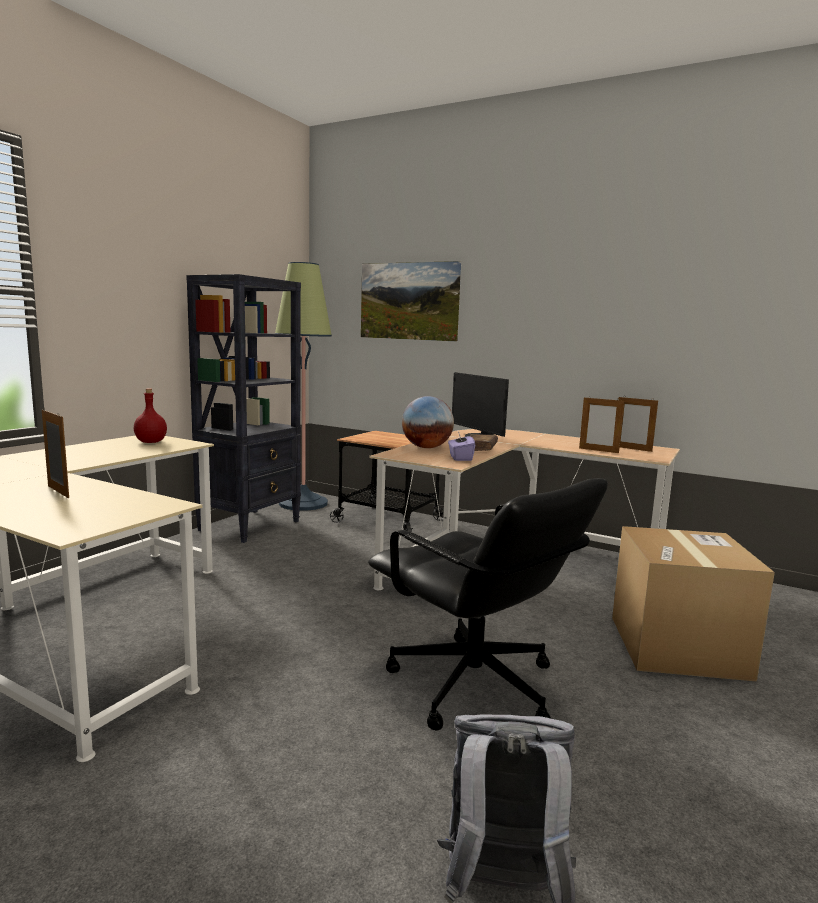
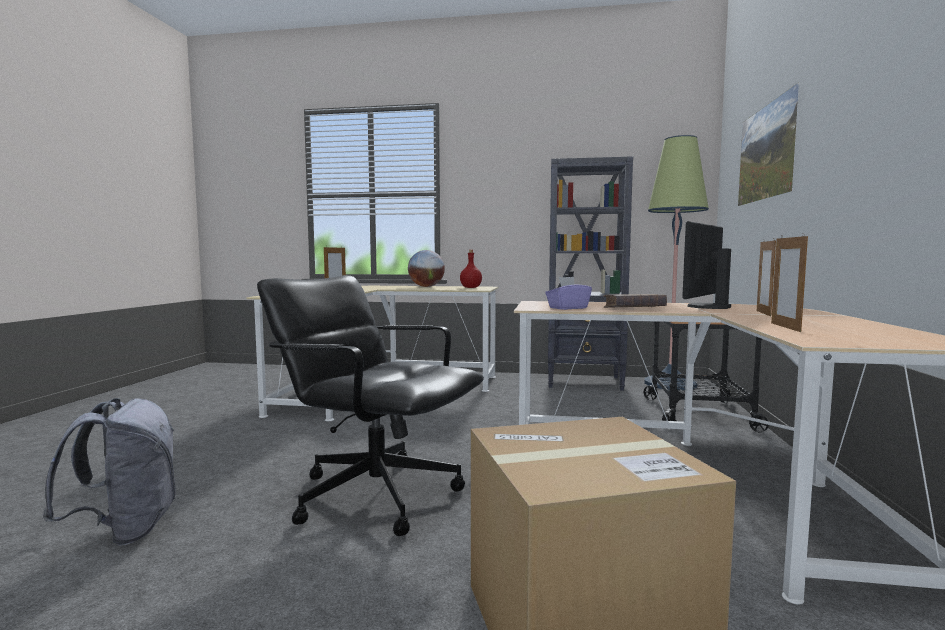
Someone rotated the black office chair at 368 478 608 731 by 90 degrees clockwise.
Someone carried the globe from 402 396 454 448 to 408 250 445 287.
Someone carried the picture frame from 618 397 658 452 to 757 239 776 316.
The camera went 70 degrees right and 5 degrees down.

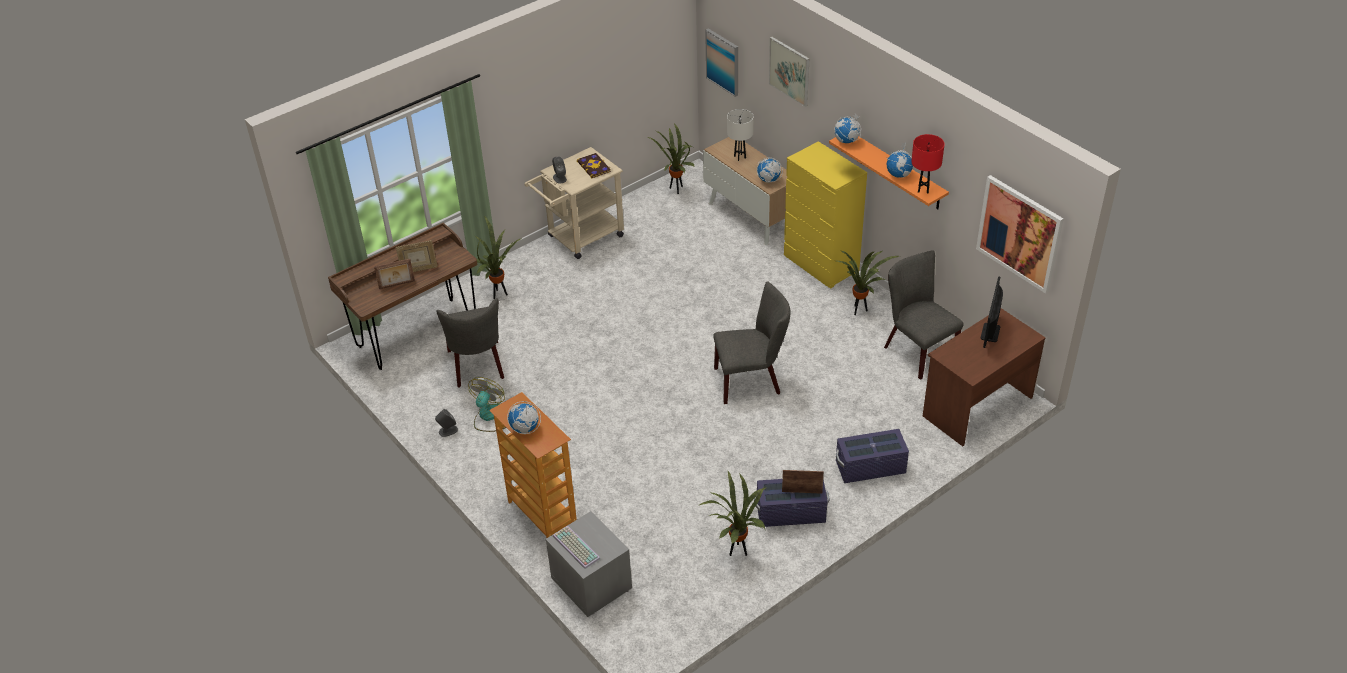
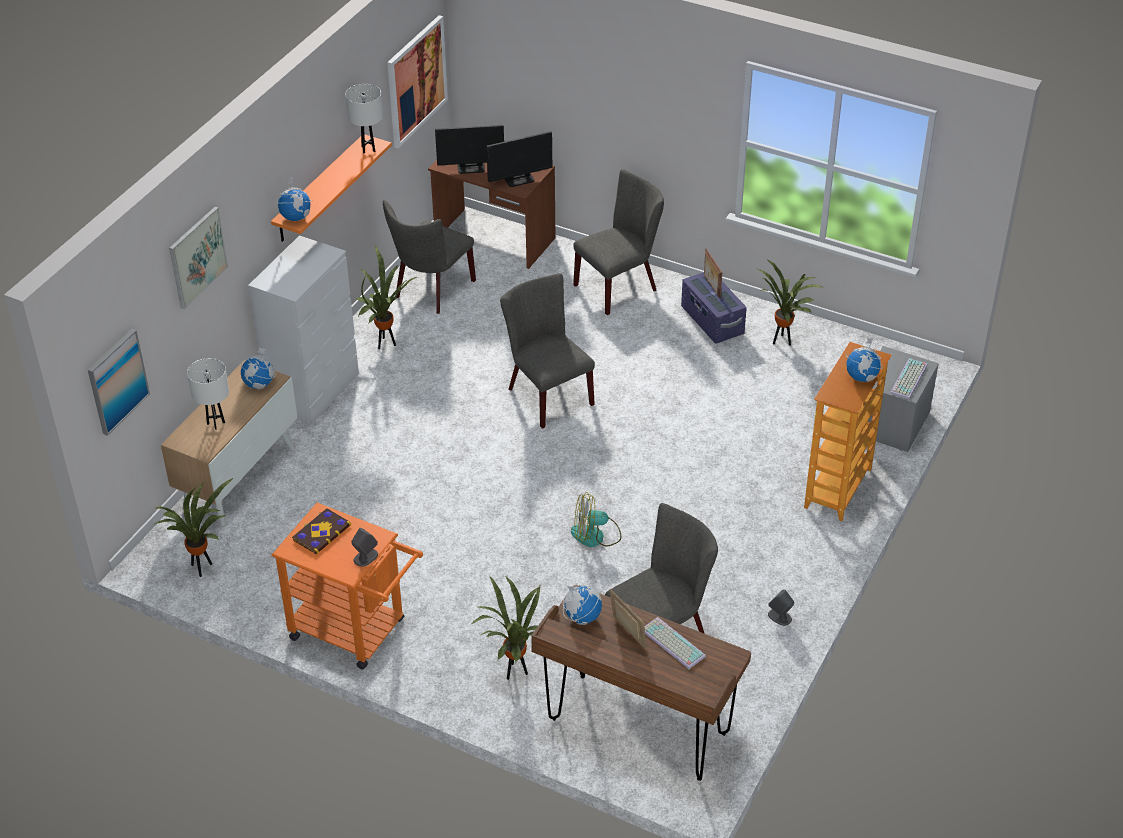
Someone repainted the yellow dresser at 784 141 867 288, which became the white dresser at 248 235 359 425.
Someone repainted the beige cart at 525 147 624 259, which became the orange cart at 271 503 423 670.
Someone repainted the red table lamp at 911 134 945 193, which became the white table lamp at 345 84 383 154.
Someone put down the monitor at 486 131 552 187.
Someone carried the globe from 886 143 913 178 to 563 585 602 625.
Someone carried the fan from 468 377 506 432 to 571 492 621 547.
Someone swapped the purple storage box at 836 429 909 483 for the grey chair at 573 169 664 315.
Someone swapped the picture frame at 374 259 415 289 for the keyboard at 644 617 706 669.
The camera went 115 degrees left and 0 degrees up.

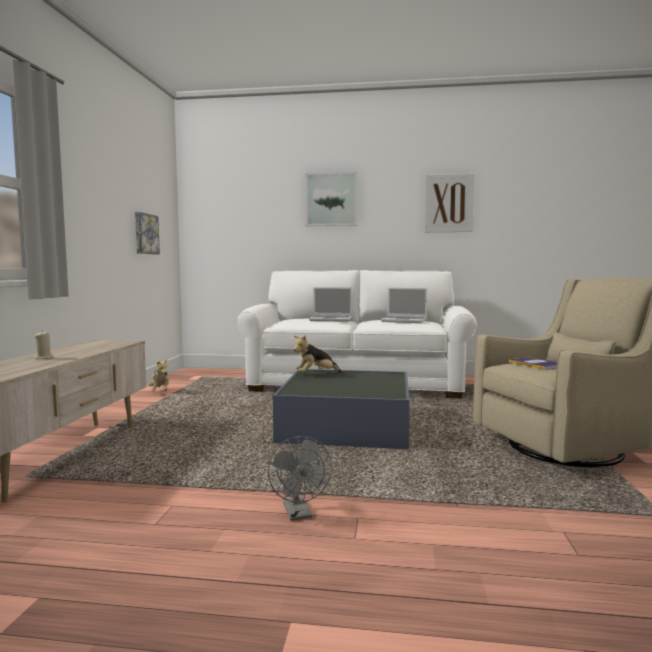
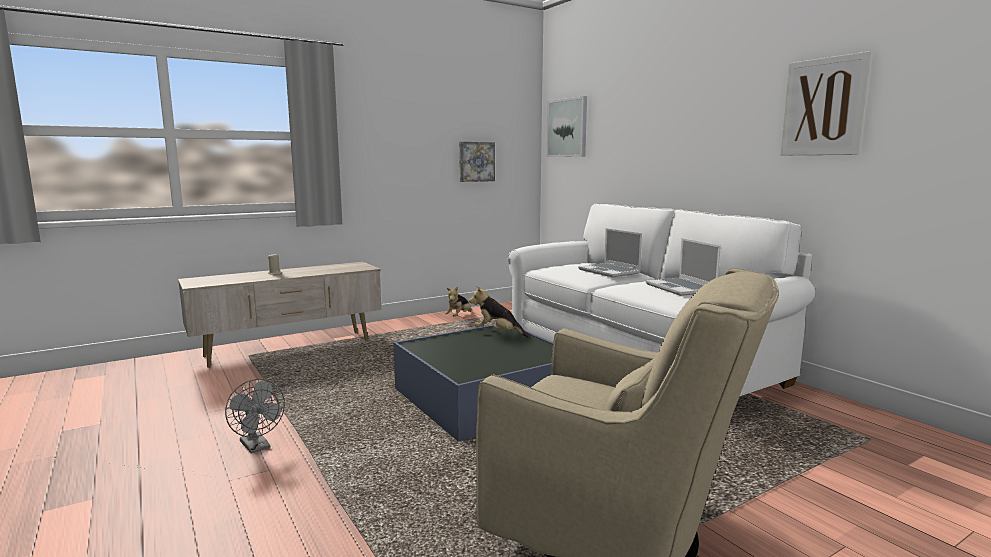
Someone rotated the grey fan at 268 436 332 521 by 75 degrees counterclockwise.
Someone carried the picture from 305 172 358 226 to 547 96 587 157.
Someone took away the book at 509 357 557 370.
The camera went 50 degrees right and 5 degrees up.

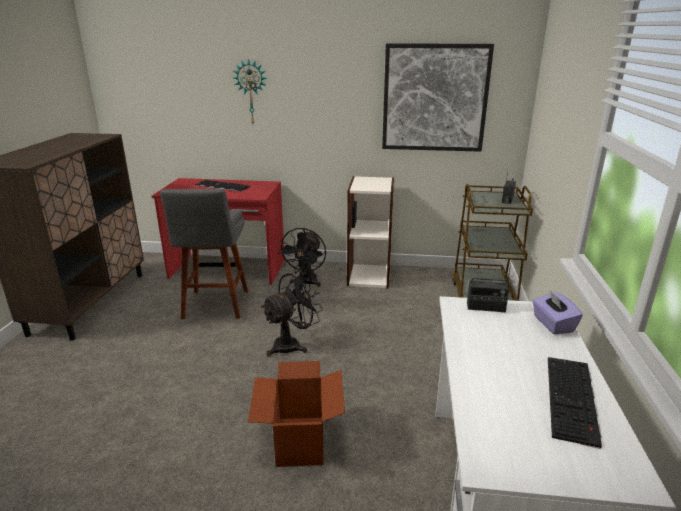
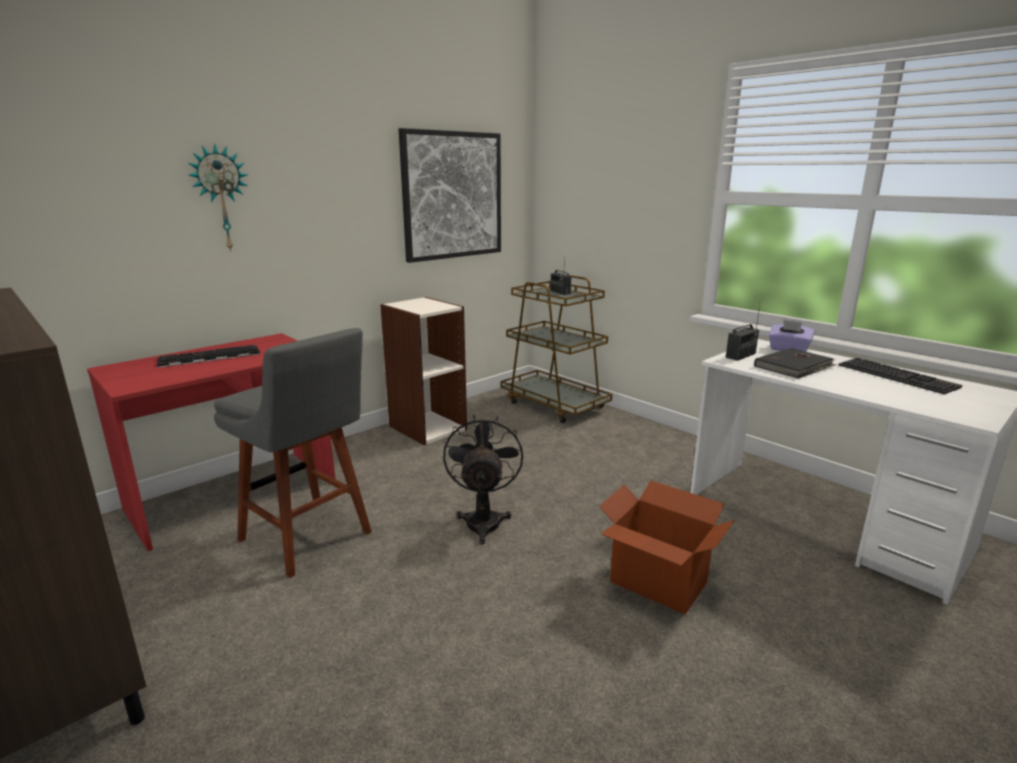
Someone put down the black book at 754 348 837 378.
Someone took away the black fan at 278 228 326 287.
The camera went 50 degrees left and 5 degrees down.

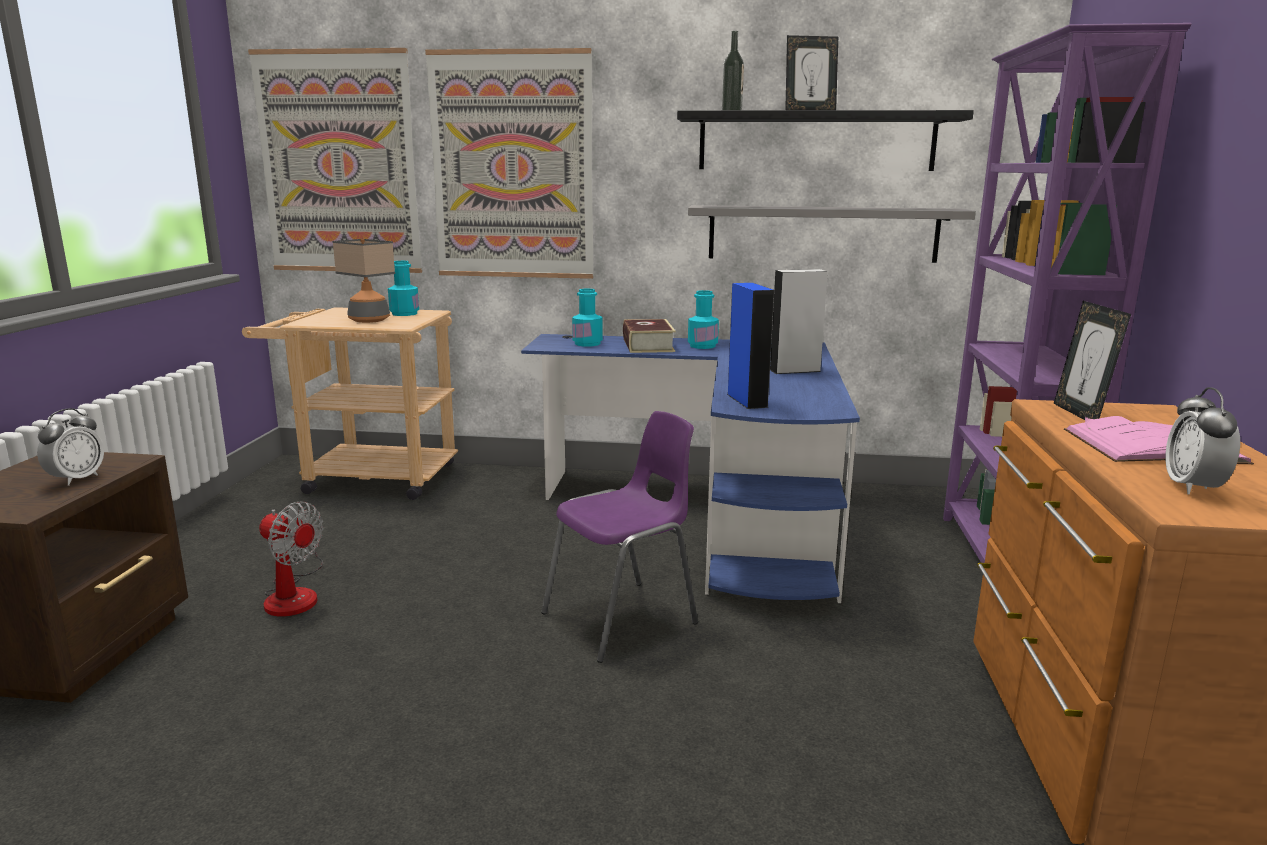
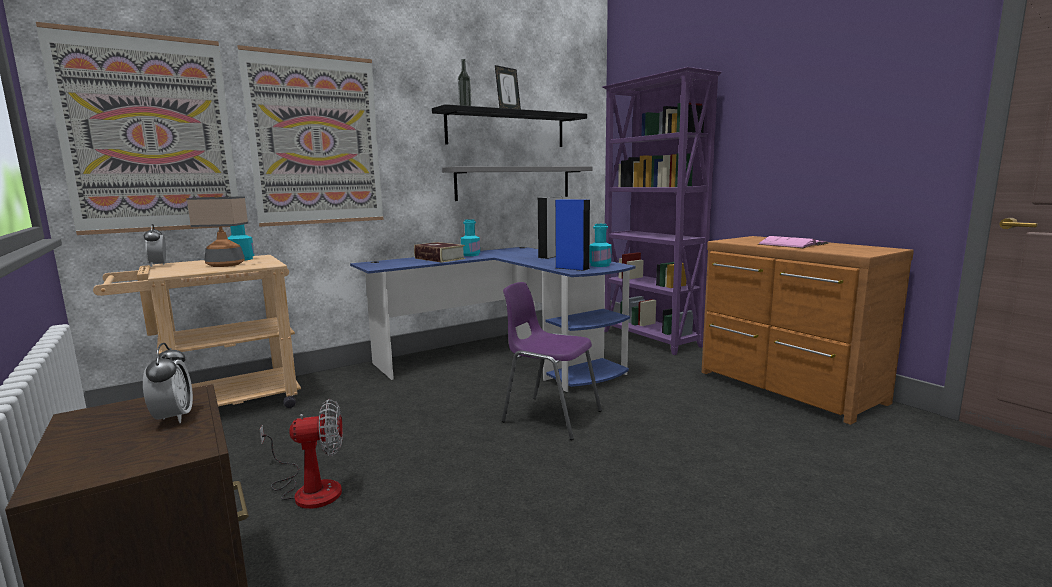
Someone carried the alarm clock from 1165 387 1240 494 to 144 224 166 267.
Someone rotated the purple chair at 541 411 698 663 by 75 degrees counterclockwise.
Someone carried the turquoise bottle from 572 289 603 347 to 590 224 612 267.
Someone took away the picture frame at 1054 301 1131 420.
The camera went 40 degrees left and 5 degrees down.

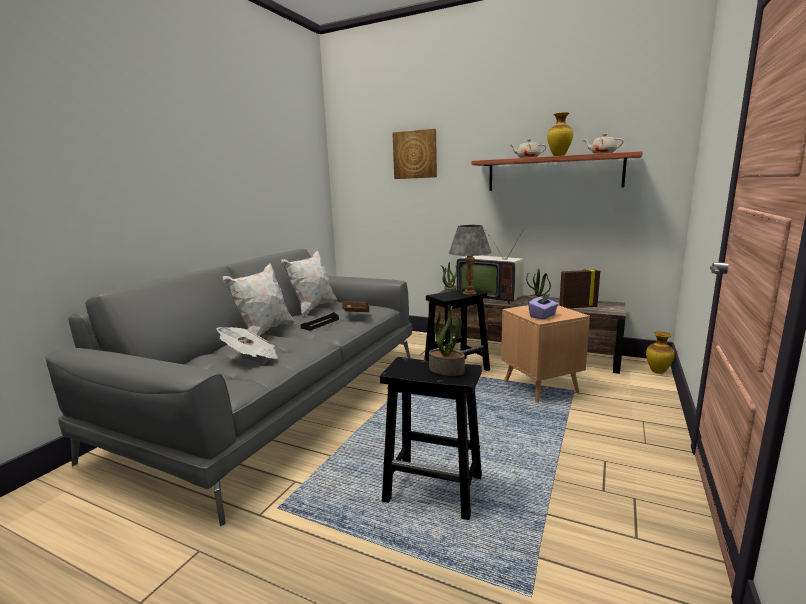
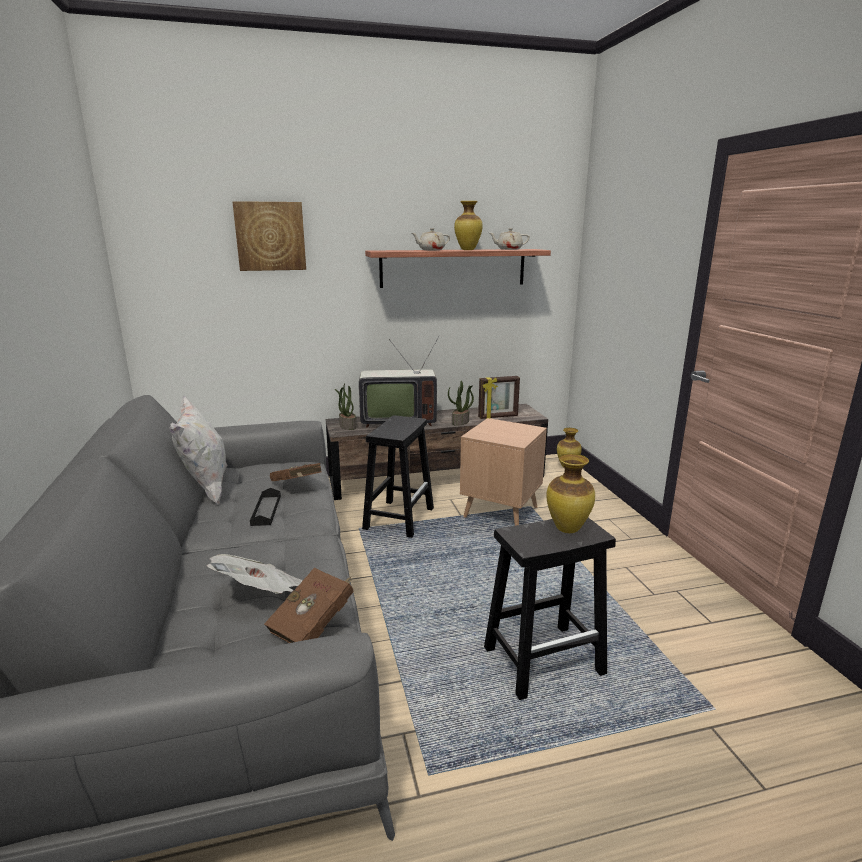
Someone put down the brown book at 264 568 354 643.
Someone rotated the picture frame at 559 268 600 308 by 150 degrees counterclockwise.
Someone swapped the potted plant at 429 305 465 376 for the vase at 546 453 595 533.
Someone took away the white pillow at 223 263 295 336.
Someone took away the grey table lamp at 449 225 492 295.
Someone took away the purple tissue box at 528 293 559 320.
The camera went 40 degrees left and 5 degrees up.

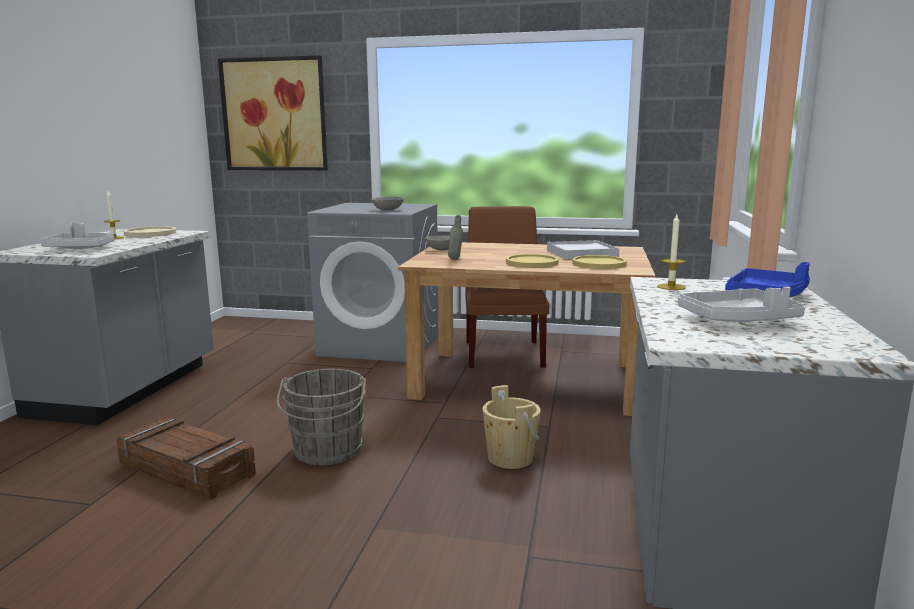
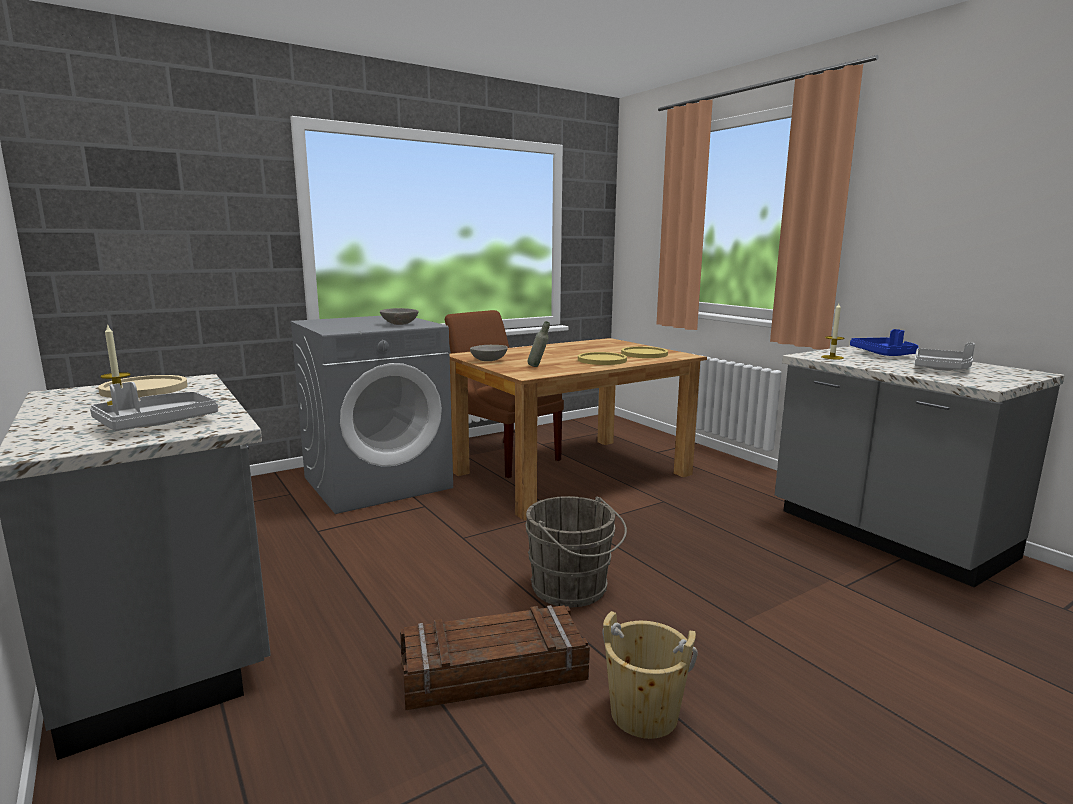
Someone carried the beige bucket from 482 385 541 469 to 602 611 698 739.
Someone took away the picture at 218 55 328 170.
Someone took away the white tray at 547 240 619 259.
The camera went 45 degrees left and 0 degrees up.

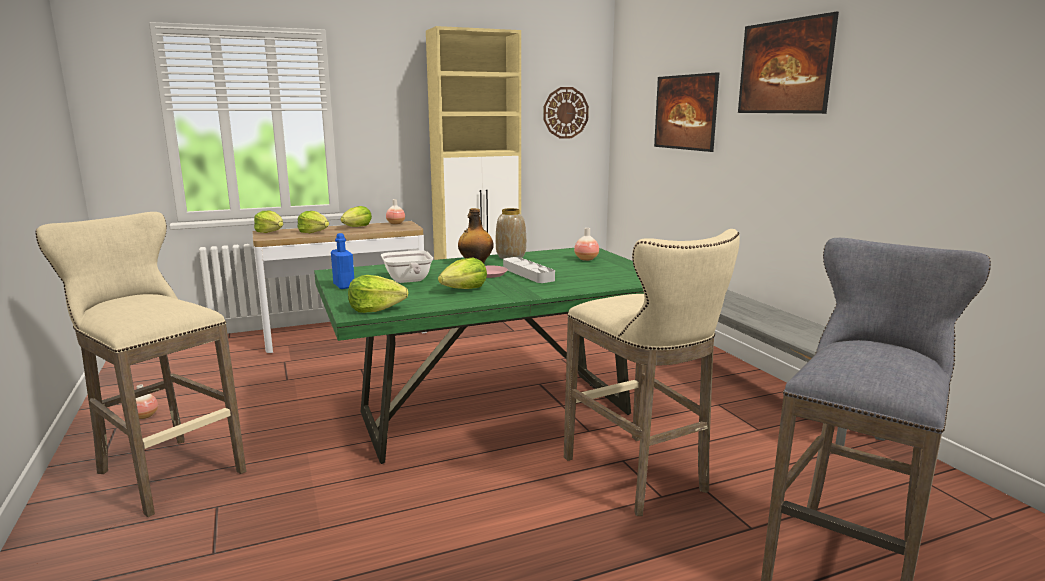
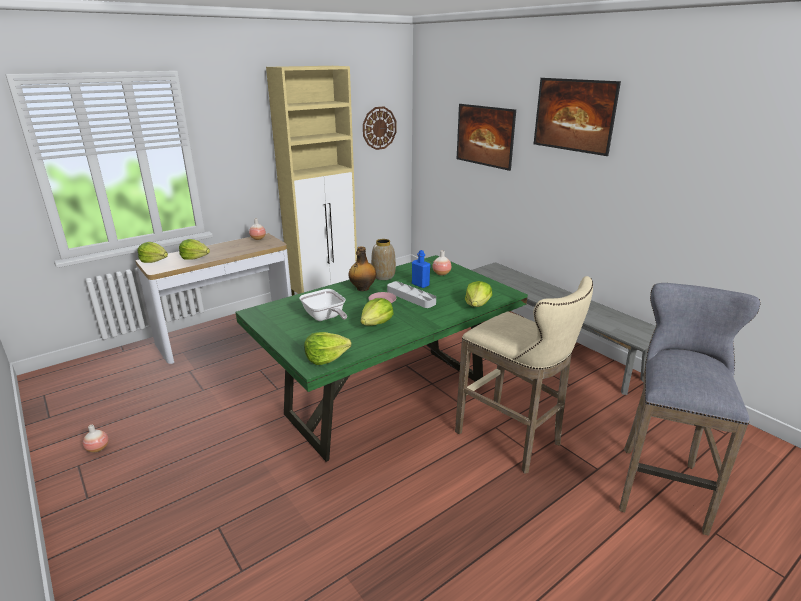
Someone carried the blue bottle from 331 233 354 289 to 412 250 430 288.
Someone carried the lettuce from 340 206 372 227 to 465 281 492 307.
Someone took away the beige stool at 35 212 246 517.
The camera went 15 degrees left and 10 degrees up.

